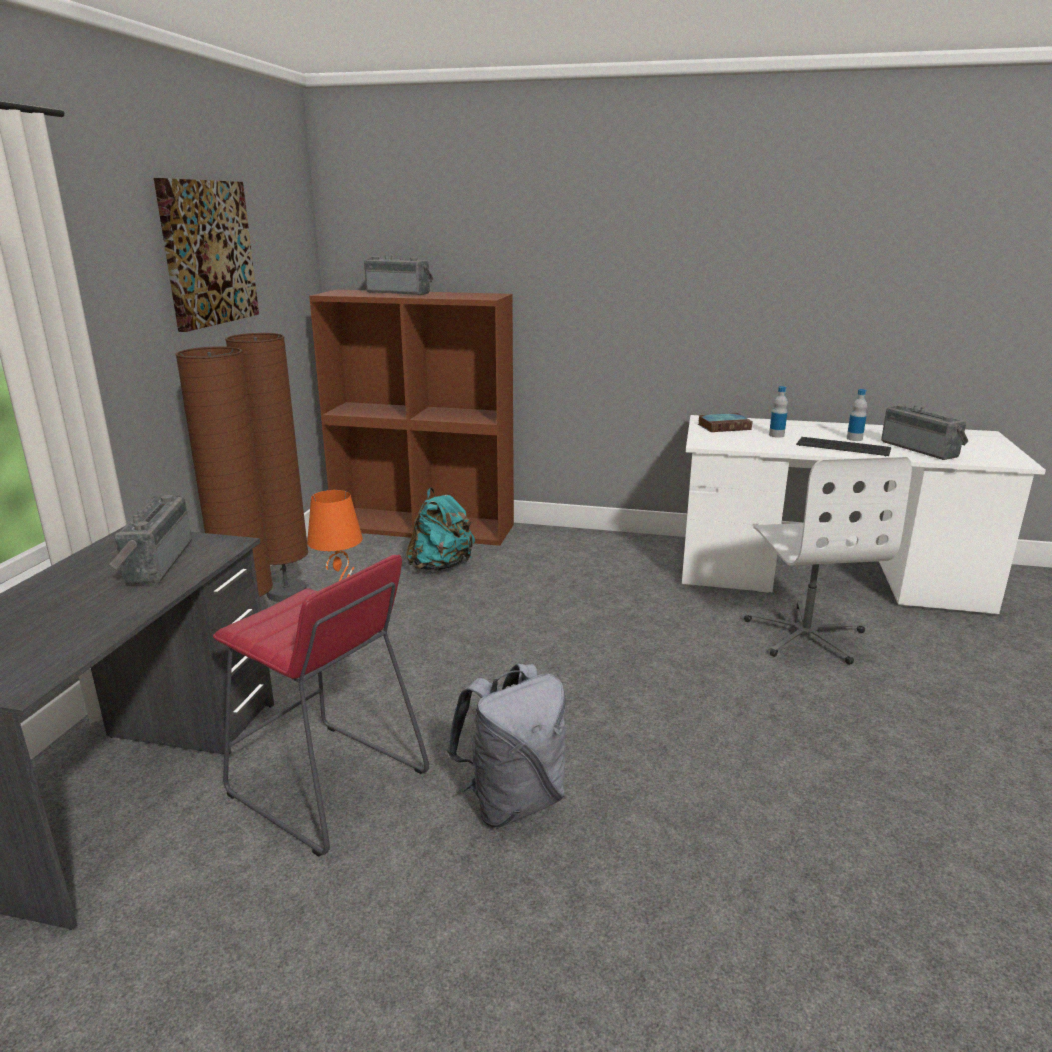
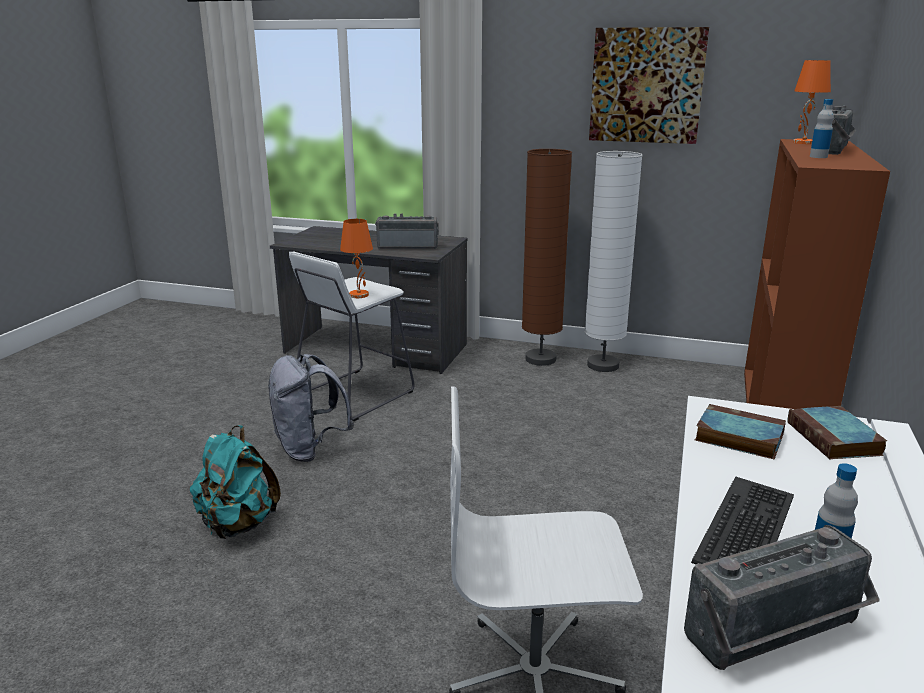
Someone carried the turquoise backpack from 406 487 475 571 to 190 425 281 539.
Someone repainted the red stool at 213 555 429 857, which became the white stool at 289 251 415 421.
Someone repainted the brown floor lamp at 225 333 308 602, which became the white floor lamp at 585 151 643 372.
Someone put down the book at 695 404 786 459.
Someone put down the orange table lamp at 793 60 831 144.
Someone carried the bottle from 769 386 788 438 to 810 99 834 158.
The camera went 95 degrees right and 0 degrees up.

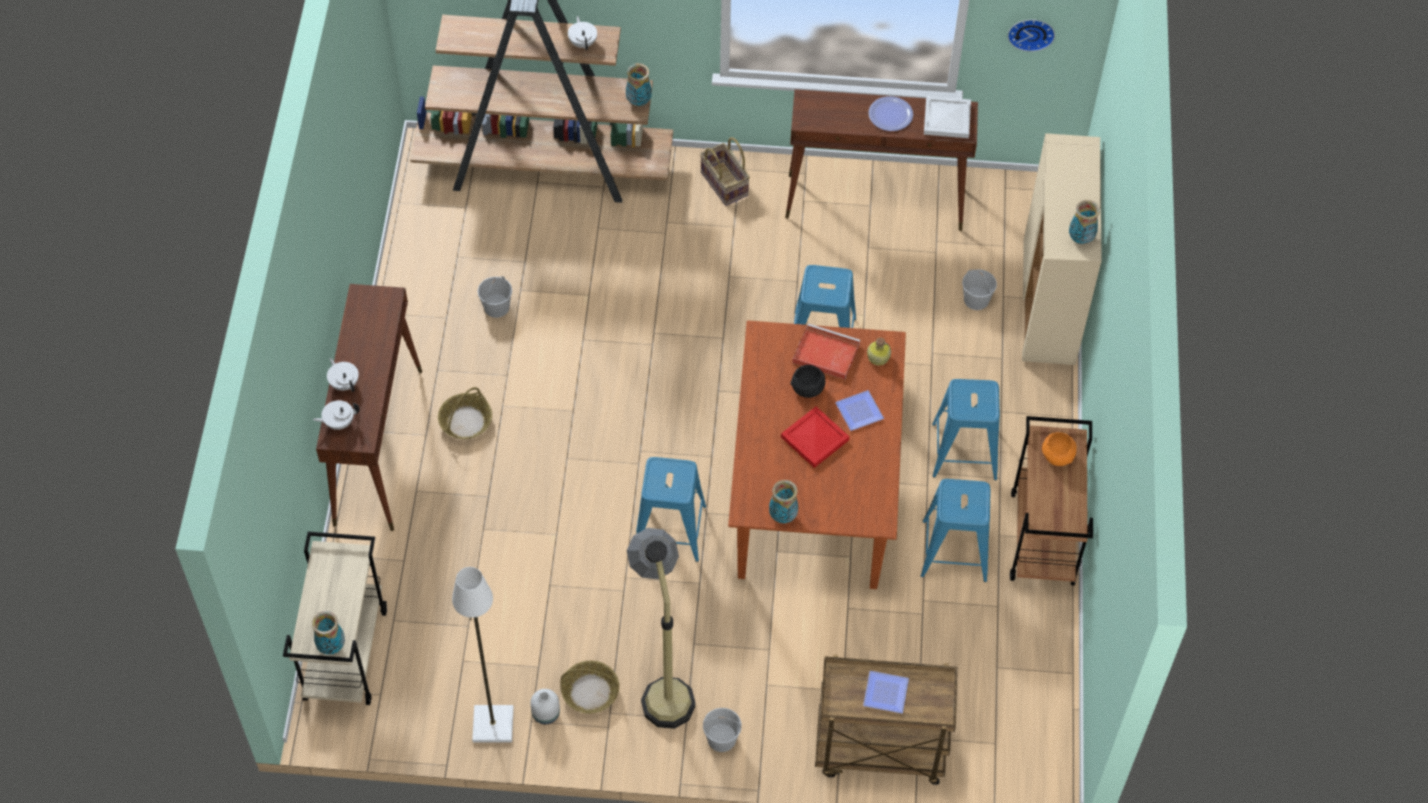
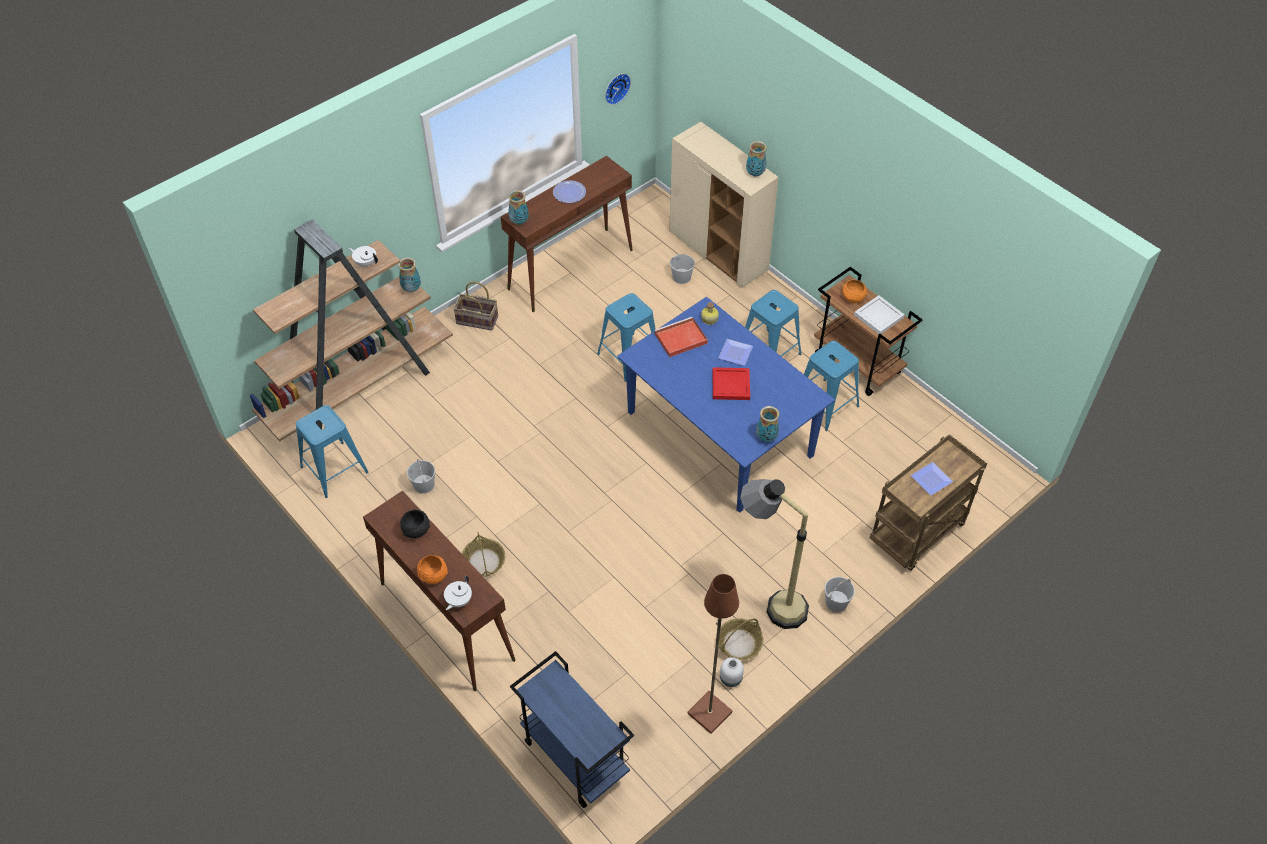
Someone carried the blue stool from 636 457 706 562 to 296 405 369 498.
Someone carried the black bowl from 790 365 825 398 to 400 510 430 538.
Someone swapped the white teapot at 327 358 359 392 for the orange bowl at 417 555 448 584.
Someone carried the vase from 312 611 345 655 to 508 190 529 225.
Someone repainted the beige cart at 283 532 387 705, which became the blue cart at 510 651 634 808.
Someone repainted the brown dining table at 728 321 906 589, which became the blue dining table at 617 297 835 513.
Someone repainted the white floor lamp at 452 567 514 742, which became the brown floor lamp at 687 574 739 734.
Someone carried the white tray from 924 96 971 138 to 854 295 905 334.
The camera went 45 degrees left and 5 degrees down.

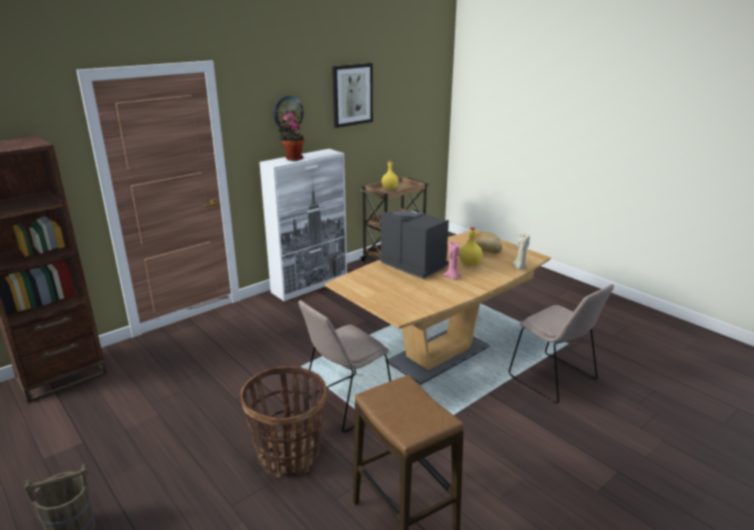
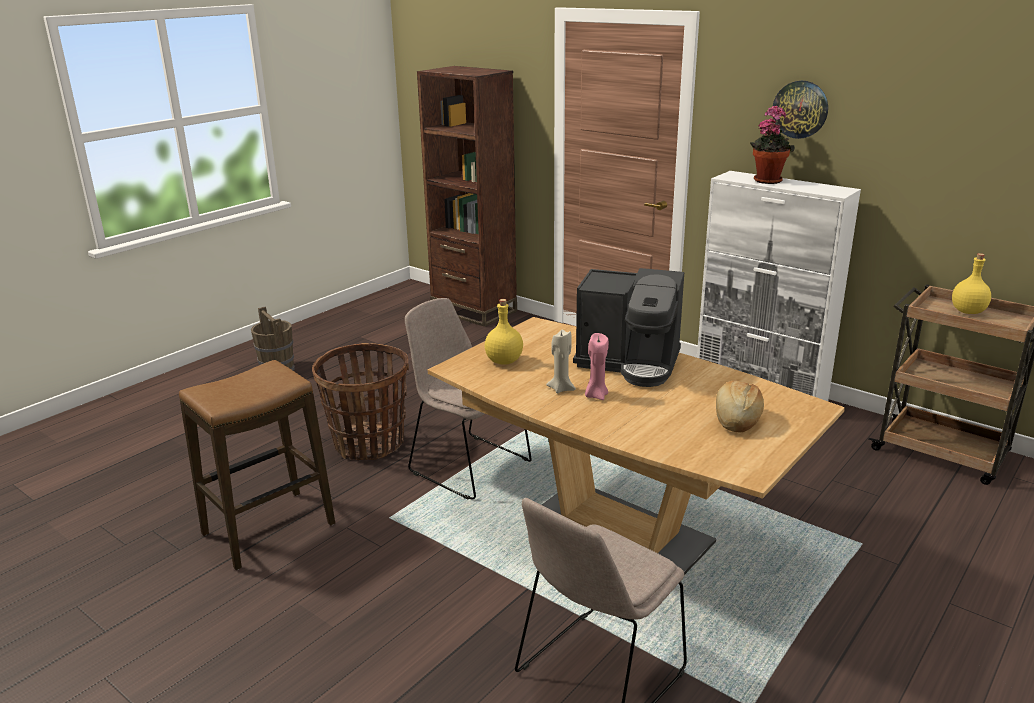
Someone carried the yellow bottle from 459 226 483 266 to 485 299 523 365.
Someone carried the beige candle from 513 232 530 270 to 546 330 576 393.
Someone rotated the coffee machine at 379 210 449 279 by 75 degrees clockwise.
Someone took away the picture at 332 63 373 128.
The camera went 80 degrees right and 0 degrees up.

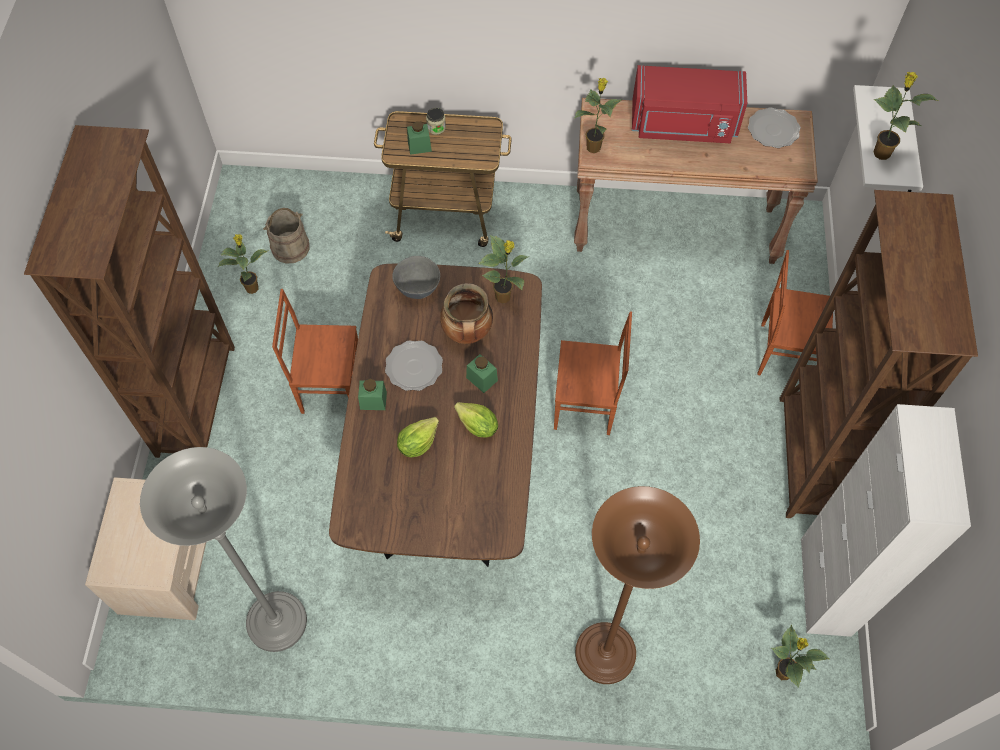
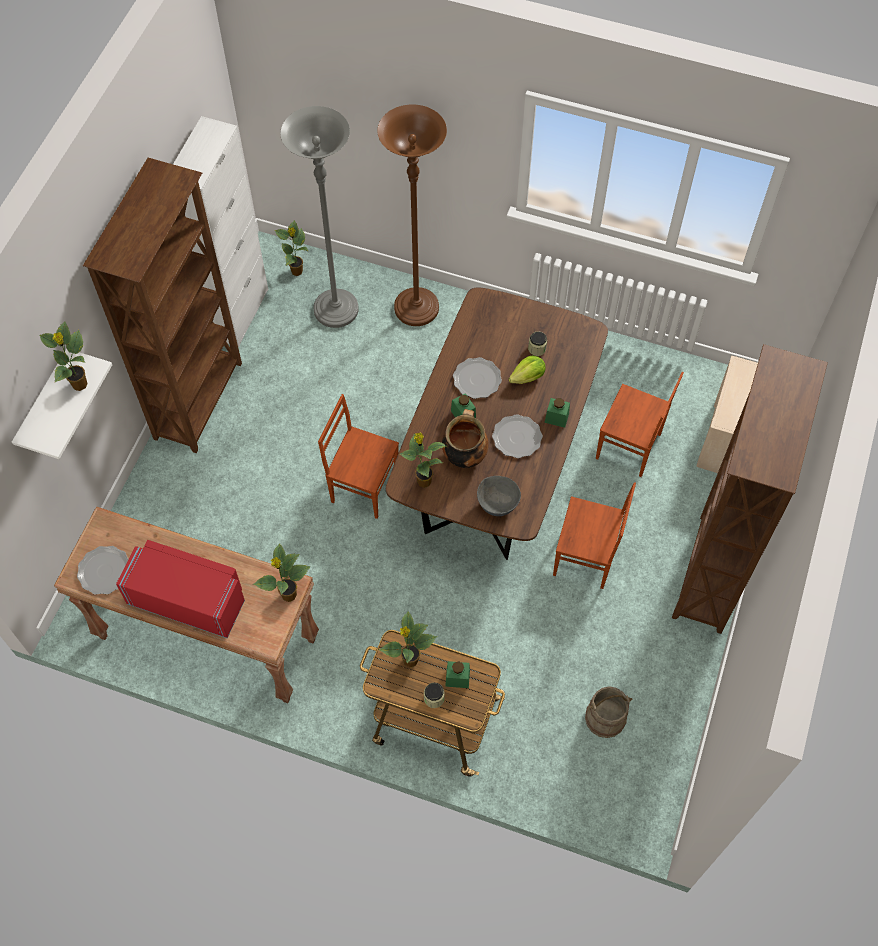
Someone carried the grey floor lamp from 140 447 307 652 to 280 106 359 328.
Someone carried the potted plant from 217 234 268 294 to 379 611 437 667.
Someone swapped the lettuce at 454 402 498 438 for the plate at 453 357 502 399.
Someone put down the jar at 528 331 547 356.
Someone carried the brown chair from 757 250 833 375 to 596 372 684 477.
The camera went 165 degrees left and 0 degrees up.

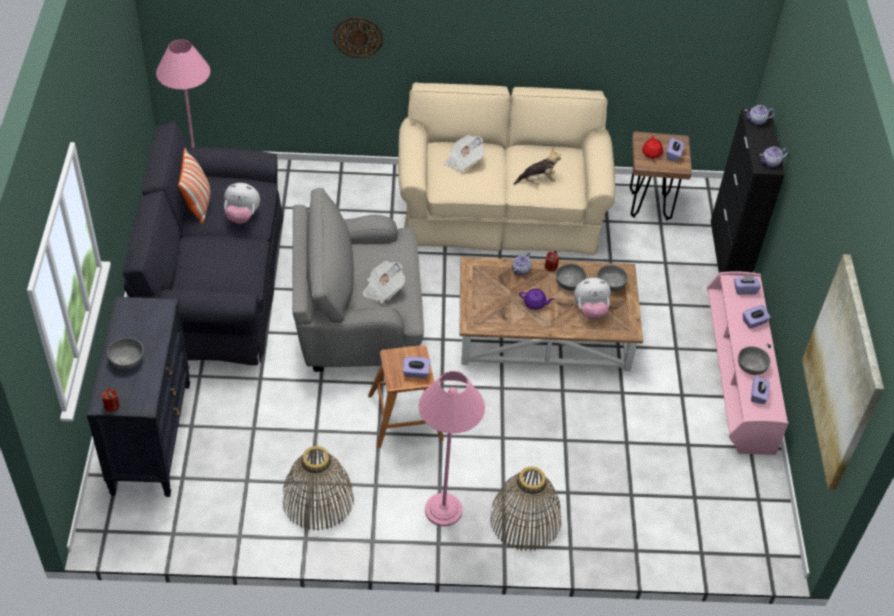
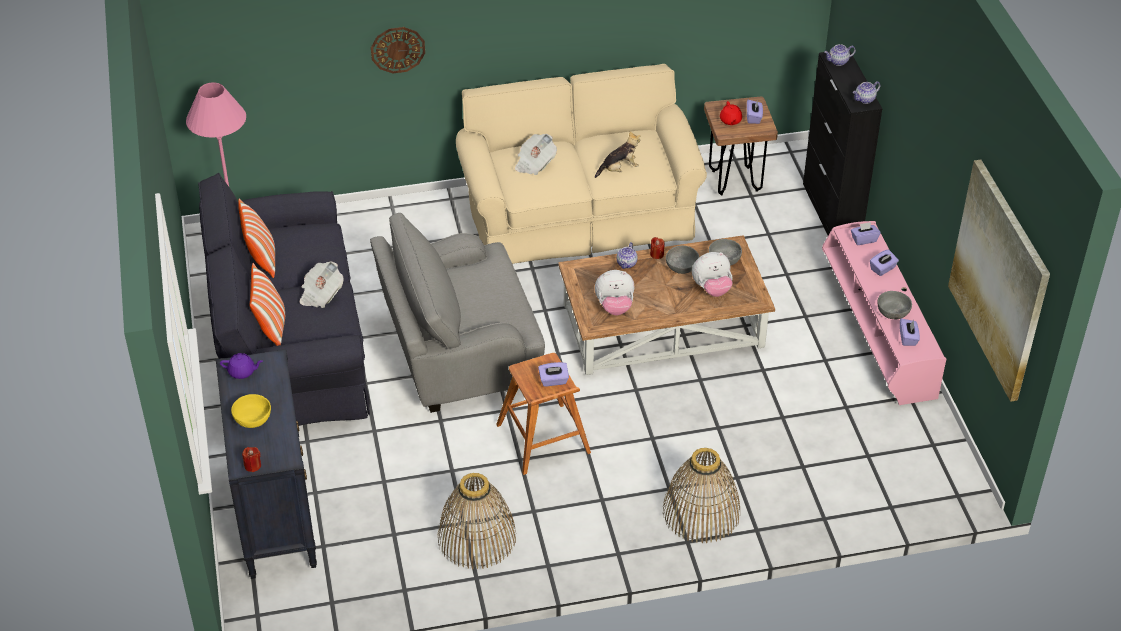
Someone carried the purple teapot from 519 289 555 310 to 220 353 263 379.
Someone repainted the grey bowl at 107 337 144 369, which became the yellow bowl at 231 394 271 428.
Someone put down the pillow at 250 263 285 346.
Someone carried the newspaper from 363 261 405 303 to 300 262 344 308.
Someone carried the plush toy from 224 183 260 224 to 595 270 634 315.
Someone took away the pink floor lamp at 419 371 485 527.
The camera went 10 degrees left and 5 degrees down.

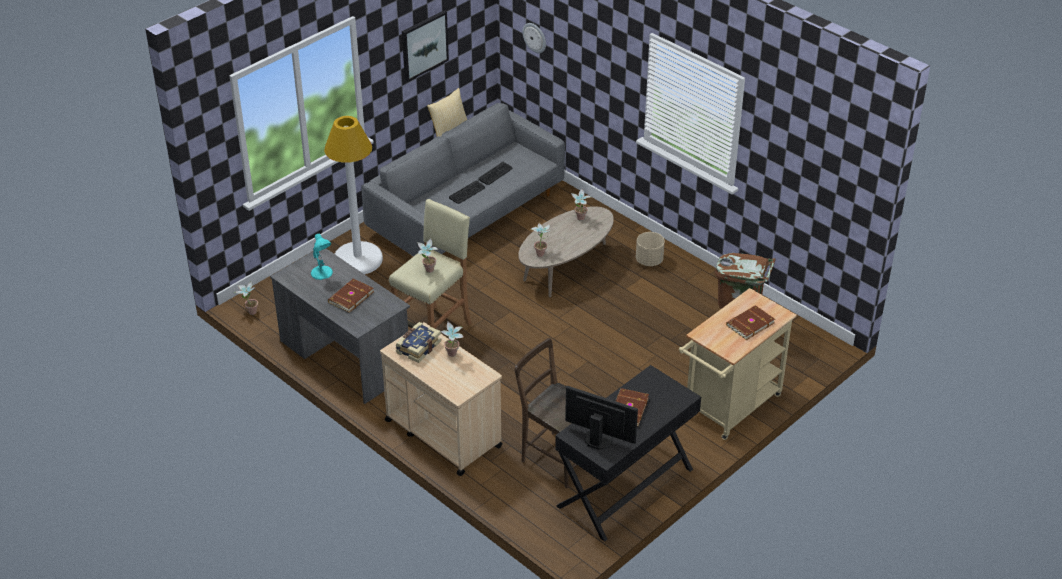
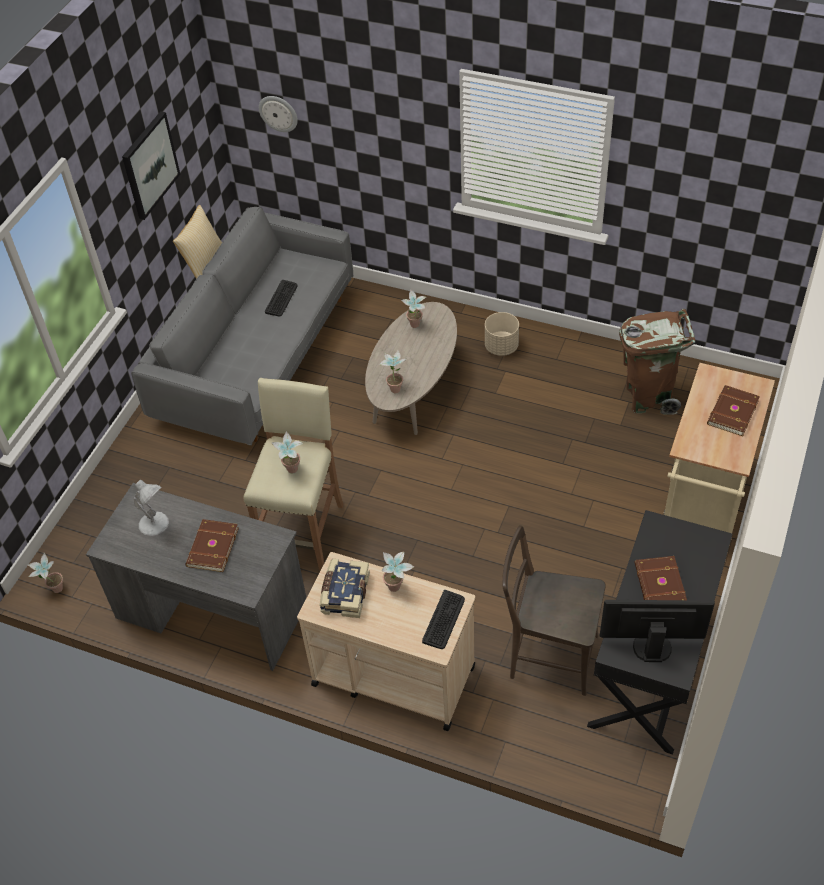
Someone repainted the turquoise table lamp at 311 234 333 280, which became the white table lamp at 133 480 169 537.
Someone carried the keyboard from 449 180 485 204 to 422 590 465 649.
Someone took away the white floor lamp at 324 116 383 274.
The camera went 20 degrees left and 10 degrees up.

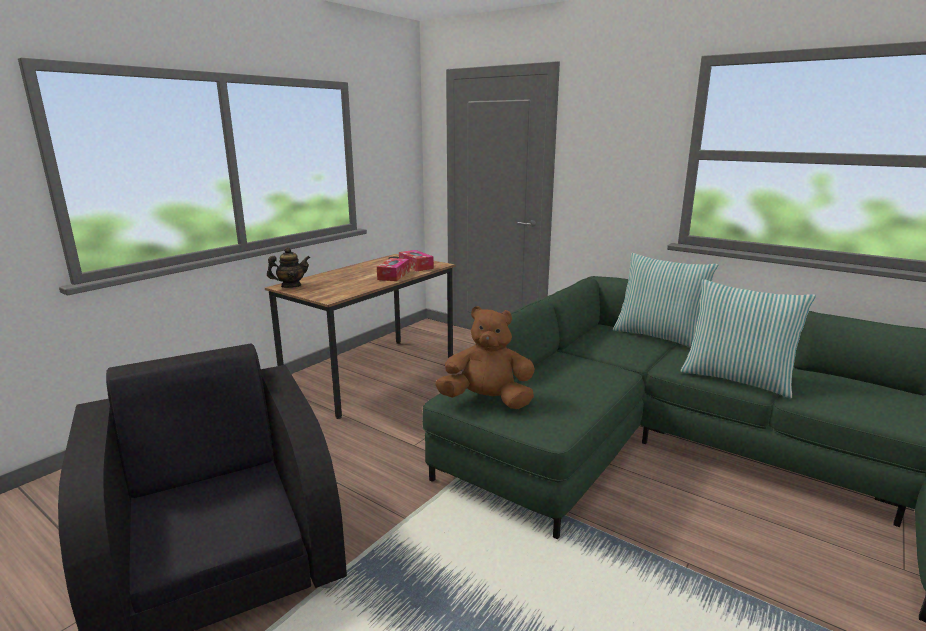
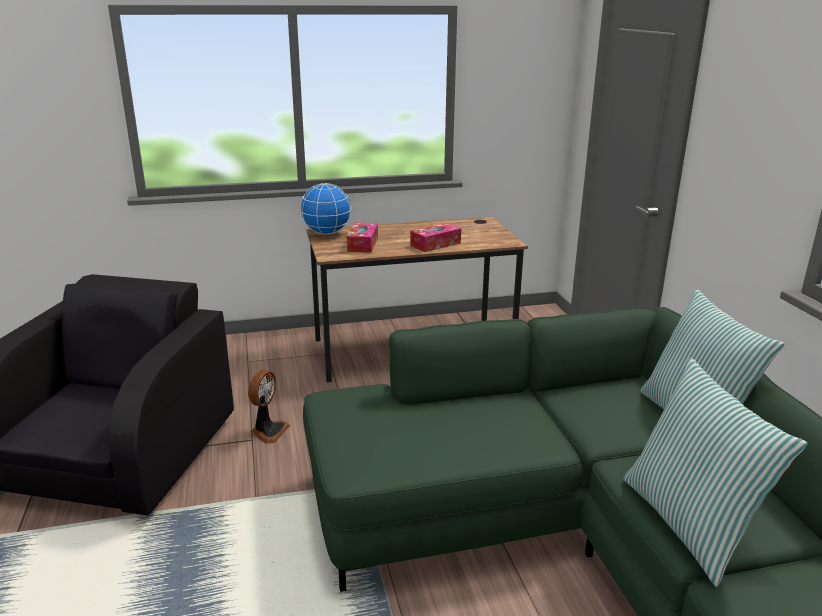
Someone put down the fan at 248 370 290 444.
Someone swapped the teapot at 267 247 310 288 for the globe at 300 183 351 235.
Someone carried the tissue box from 399 250 434 271 to 347 222 378 253.
Someone took away the brown plush toy at 435 306 535 409.
The camera went 40 degrees right and 5 degrees up.

